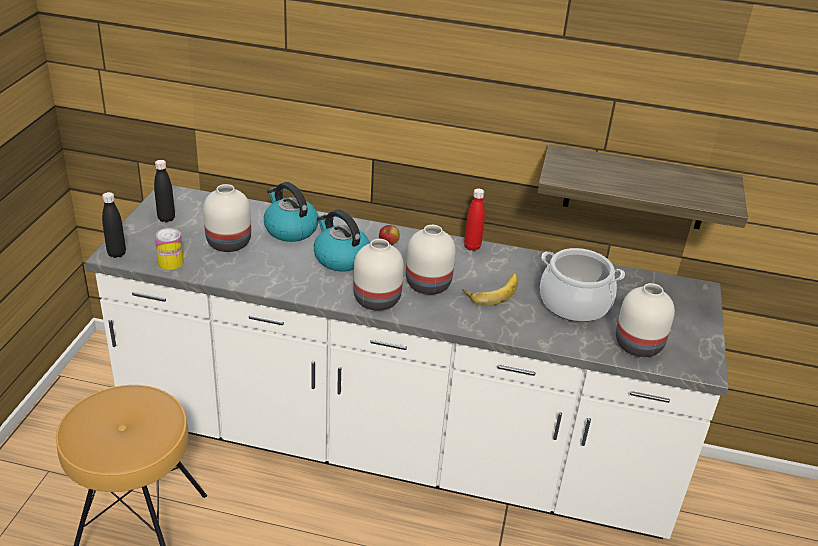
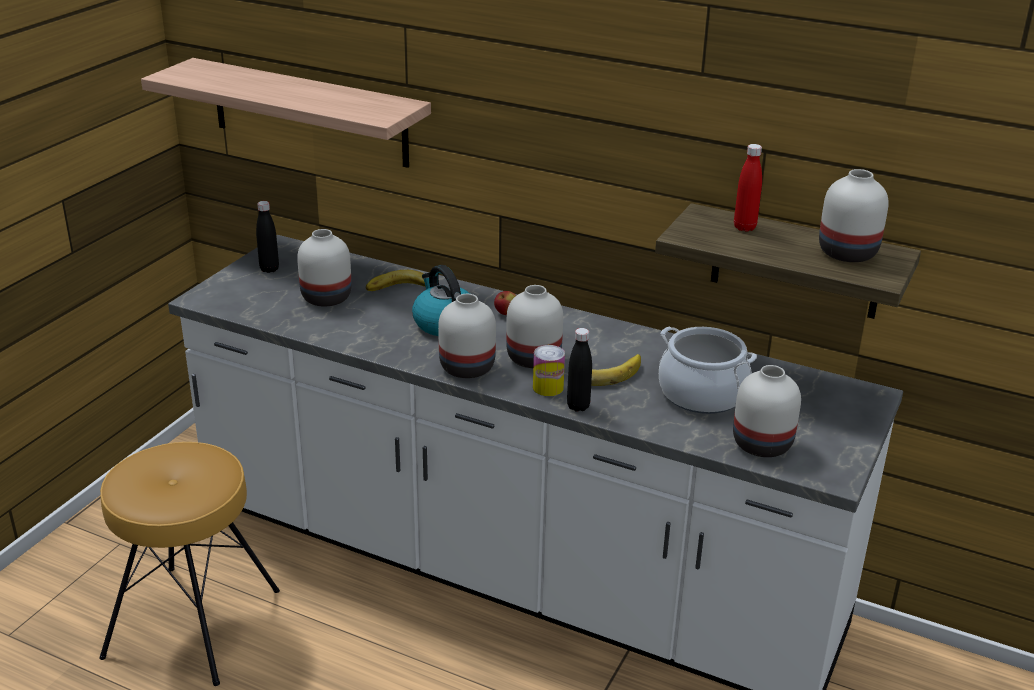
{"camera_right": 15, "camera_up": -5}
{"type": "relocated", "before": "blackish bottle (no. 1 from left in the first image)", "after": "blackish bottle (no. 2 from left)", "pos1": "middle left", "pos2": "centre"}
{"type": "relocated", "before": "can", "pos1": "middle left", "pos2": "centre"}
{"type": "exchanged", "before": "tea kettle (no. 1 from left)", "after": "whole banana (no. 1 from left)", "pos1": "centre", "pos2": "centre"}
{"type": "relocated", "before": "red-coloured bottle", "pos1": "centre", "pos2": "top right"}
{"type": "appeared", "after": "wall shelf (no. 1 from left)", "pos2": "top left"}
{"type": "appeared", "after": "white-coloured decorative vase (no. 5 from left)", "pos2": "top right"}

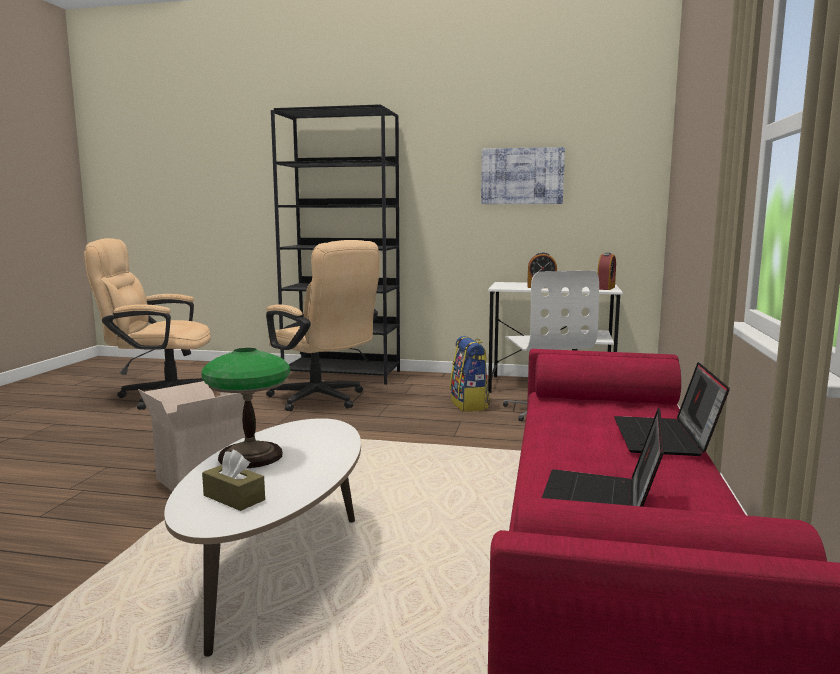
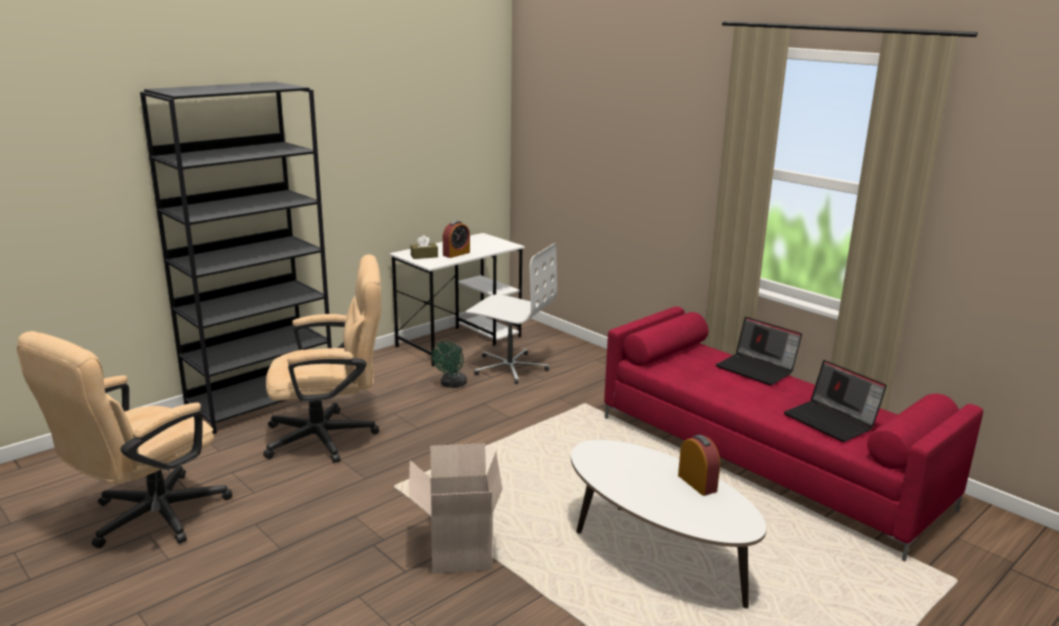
{"camera_right": -55, "camera_up": 10}
{"type": "missing", "before": "tabletop lamp", "pos1": "middle left"}
{"type": "relocated", "before": "brownish tissue holder", "pos1": "bottom left", "pos2": "centre"}
{"type": "exchanged", "before": "knapsack", "after": "green-coloured fan", "pos1": "centre", "pos2": "centre"}
{"type": "missing", "before": "picture", "pos1": "top centre"}
{"type": "relocated", "before": "bedside clock (no. 2 from left)", "pos1": "middle right", "pos2": "bottom centre"}

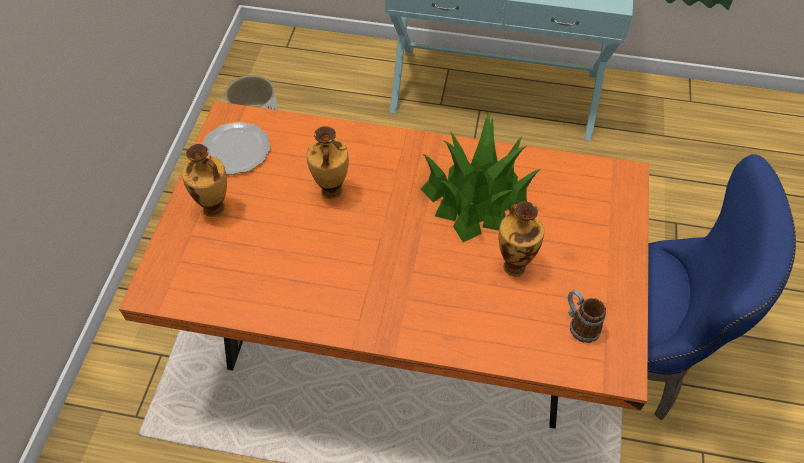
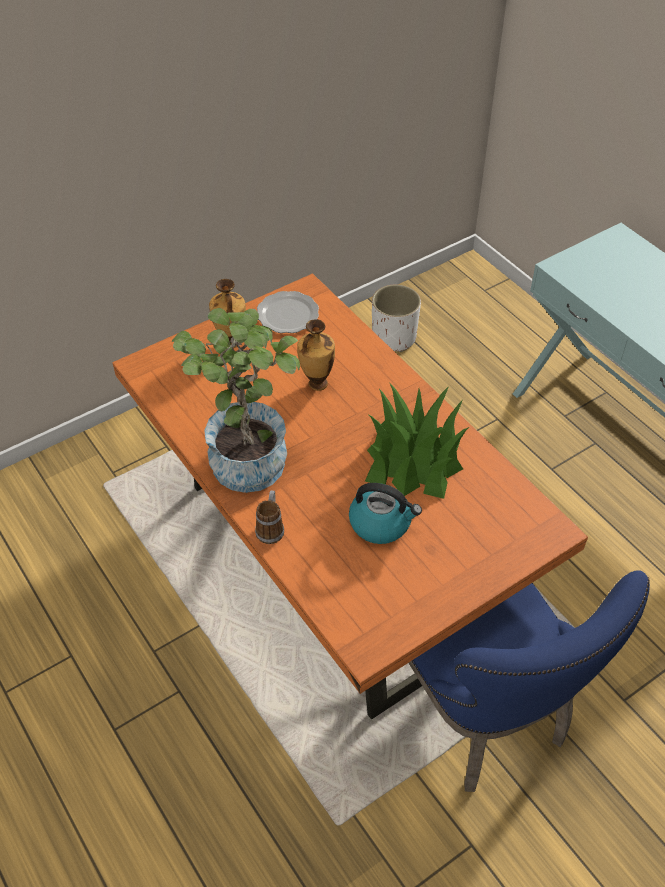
{"camera_right": 45, "camera_up": -5}
{"type": "exchanged", "before": "decorative vase (no. 3 from left)", "after": "tea kettle", "pos1": "centre", "pos2": "centre"}
{"type": "relocated", "before": "mug", "pos1": "bottom right", "pos2": "centre"}
{"type": "appeared", "after": "potted plant (no. 1 from left)", "pos2": "centre"}

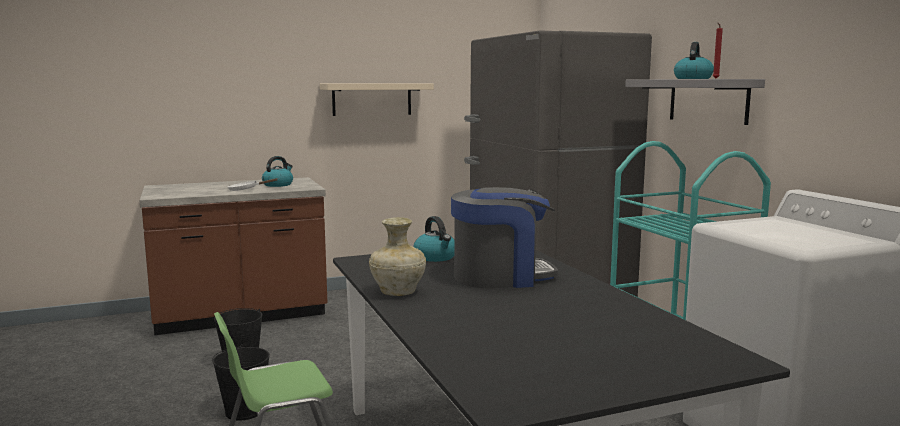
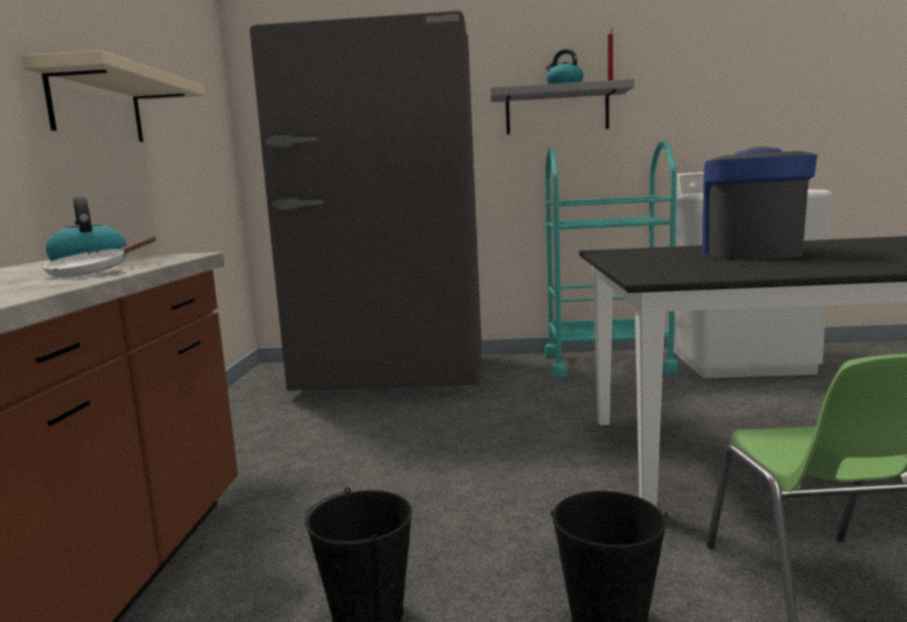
{"camera_right": -65, "camera_up": 0}
{"type": "missing", "before": "beige decorative vase", "pos1": "centre"}
{"type": "missing", "before": "tea kettle (no. 2 from left)", "pos1": "centre"}

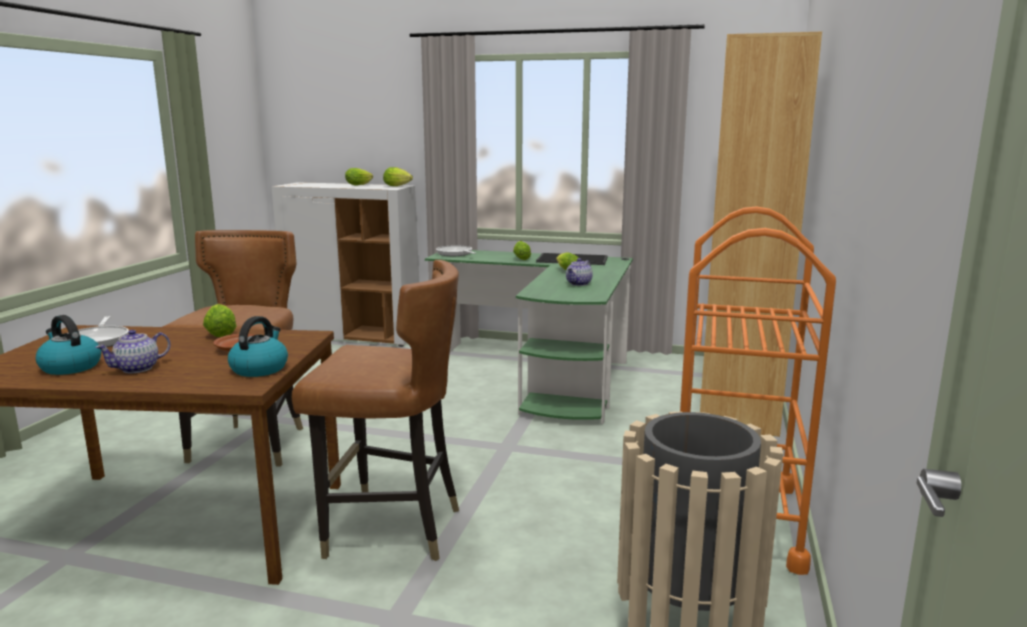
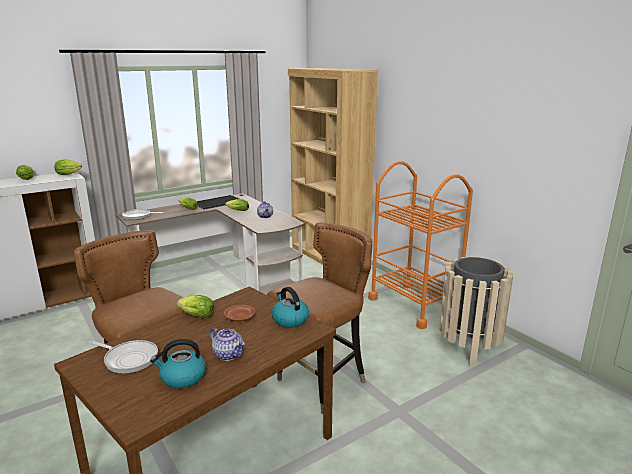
{"camera_right": -50, "camera_up": 5}
{"type": "spun", "before": "tea pot (no. 1 from left)", "pos1": "middle left", "pos2": "bottom centre", "turn": -45}
{"type": "colour", "before": "green-coloured desk table", "after": "brownish desk table", "pos1": "centre", "pos2": "middle left"}

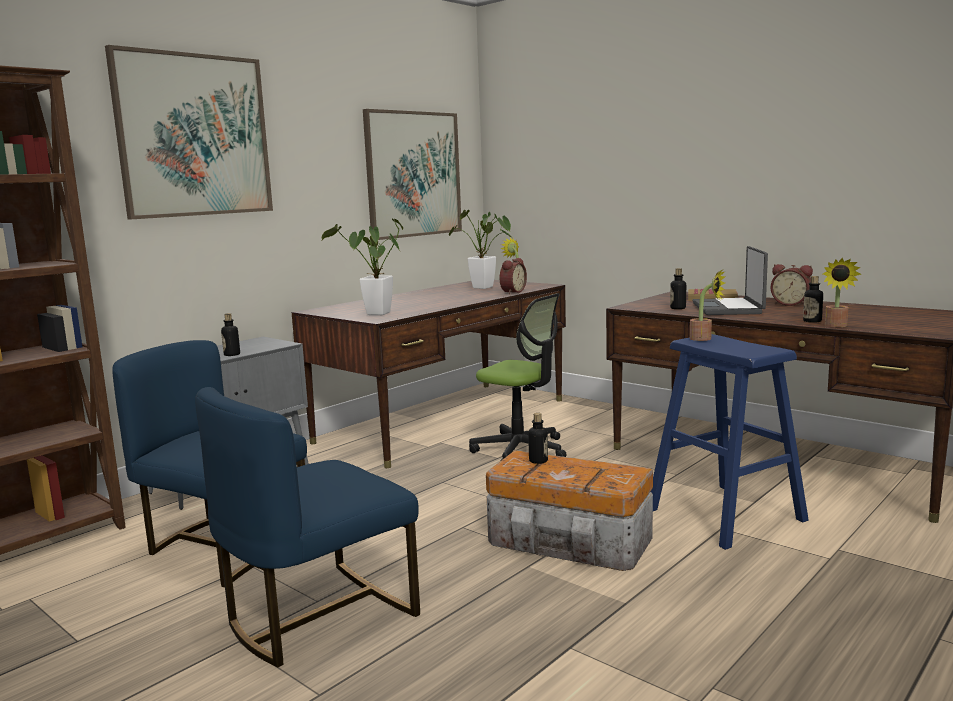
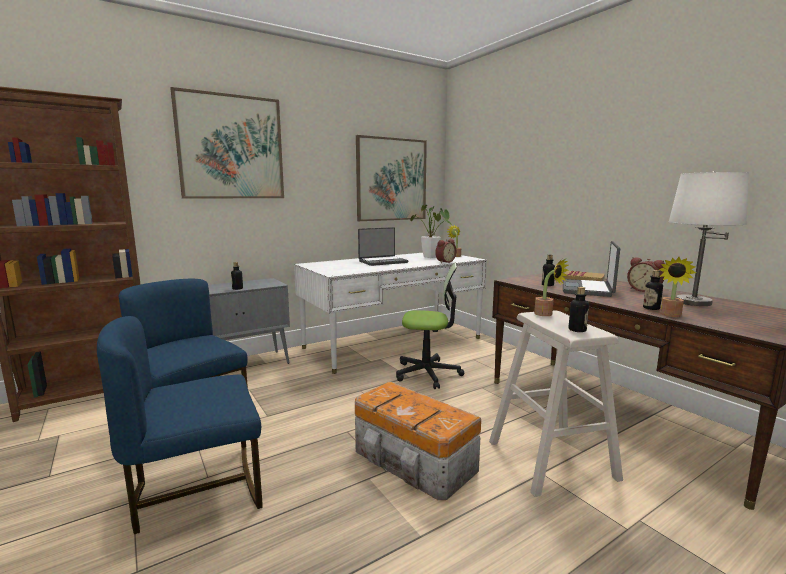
{"camera_right": 15, "camera_up": 0}
{"type": "colour", "before": "brownish desk table (no. 1 from left)", "after": "white-coloured desk table", "pos1": "centre", "pos2": "centre"}
{"type": "missing", "before": "potted plant (no. 1 from left)", "pos1": "centre"}
{"type": "spun", "before": "office chair", "pos1": "centre", "pos2": "centre", "turn": -45}
{"type": "relocated", "before": "bottle (no. 2 from left in the first image)", "after": "bottle (no. 3 from left)", "pos1": "centre", "pos2": "middle right"}
{"type": "colour", "before": "bluish sitting stool", "after": "beige sitting stool", "pos1": "middle right", "pos2": "bottom right"}
{"type": "appeared", "after": "portable computer (no. 1 from left)", "pos2": "centre"}
{"type": "appeared", "after": "white-coloured tabletop lamp", "pos2": "middle right"}

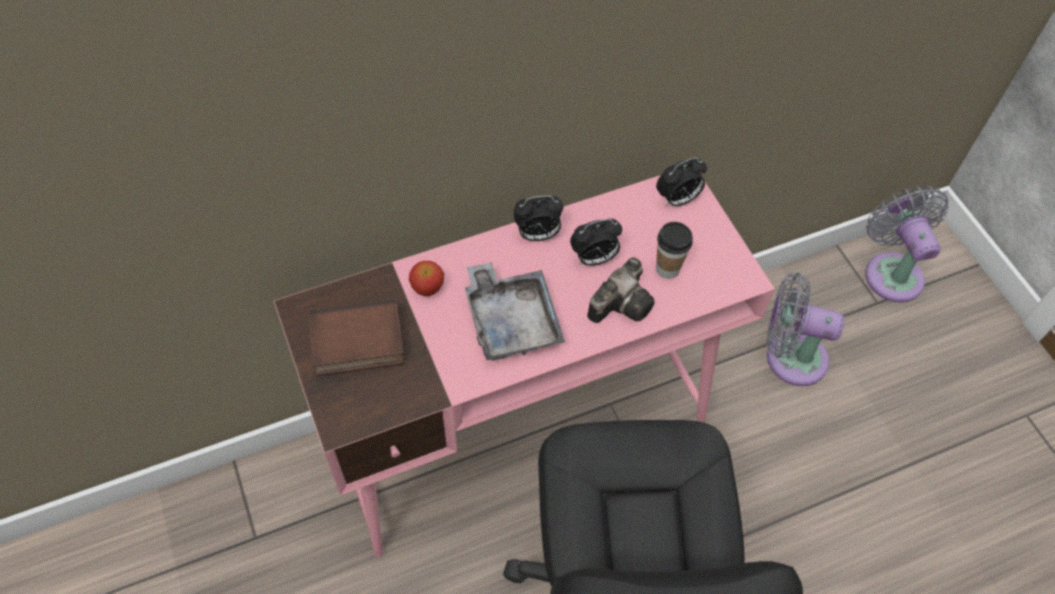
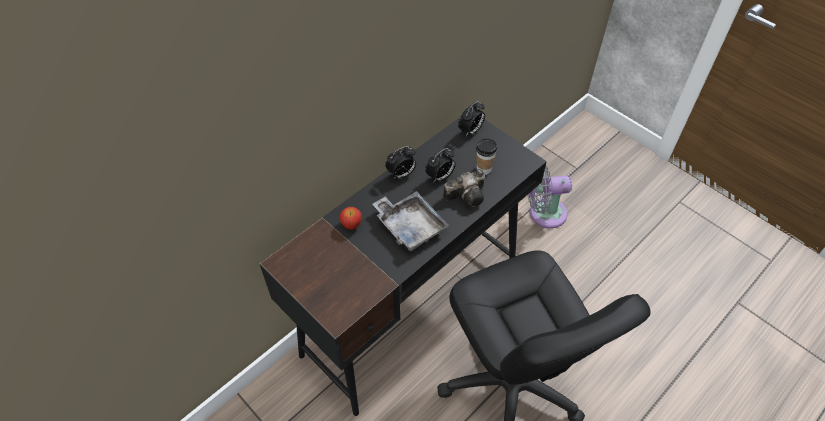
{"camera_right": -20, "camera_up": -5}
{"type": "colour", "before": "pink desk table", "after": "blackish desk table", "pos1": "centre", "pos2": "centre"}
{"type": "missing", "before": "book", "pos1": "centre"}
{"type": "spun", "before": "still camera", "pos1": "centre", "pos2": "centre", "turn": 45}
{"type": "missing", "before": "gray fan (no. 2 from left)", "pos1": "middle right"}

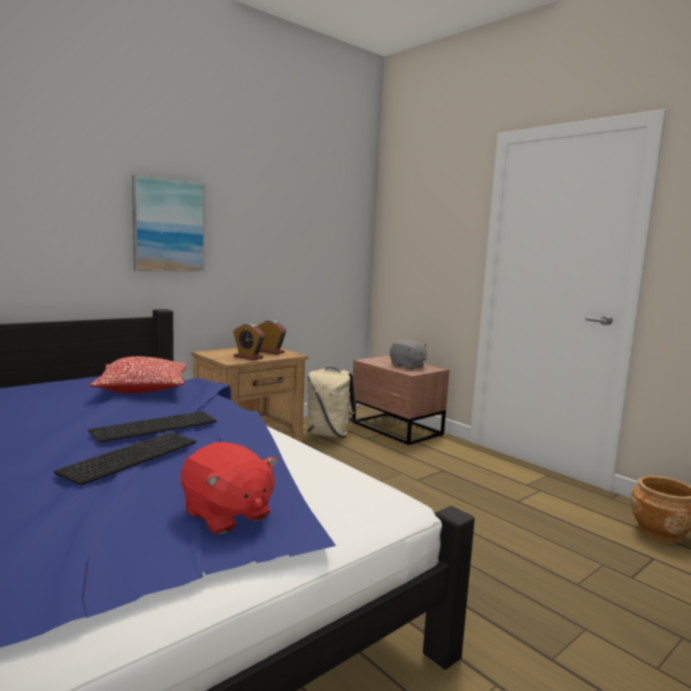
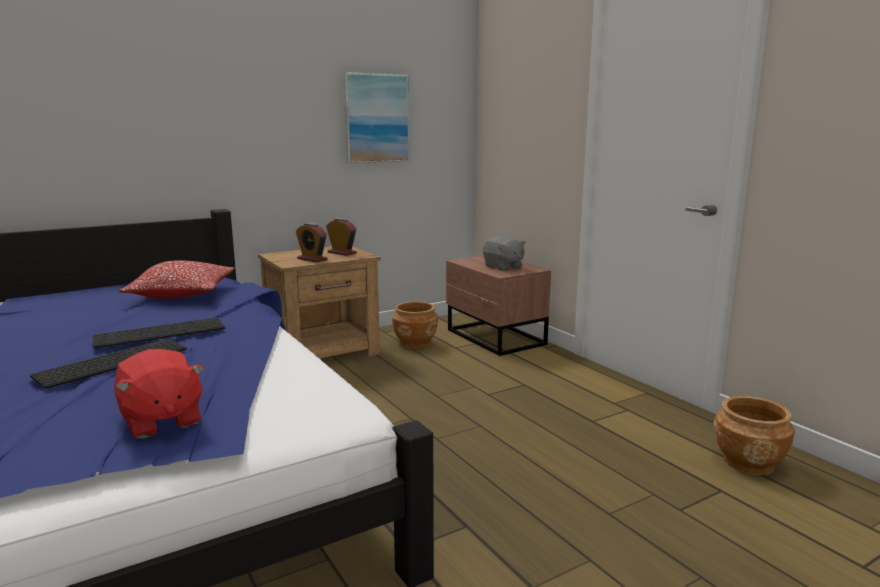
{"camera_right": 10, "camera_up": 5}
{"type": "relocated", "before": "picture", "pos1": "top left", "pos2": "top centre"}
{"type": "exchanged", "before": "beige knapsack", "after": "brownish plant pot (no. 1 from left)", "pos1": "centre", "pos2": "centre"}

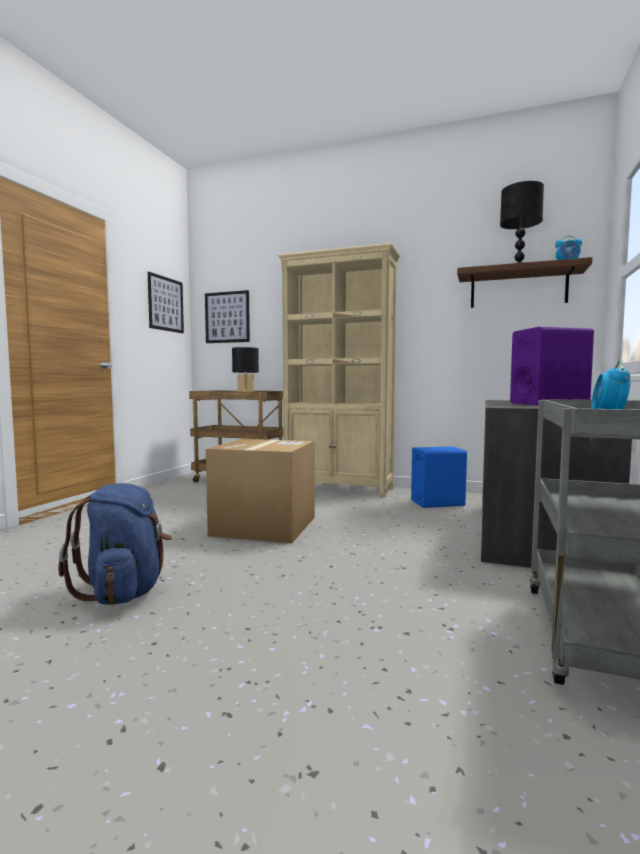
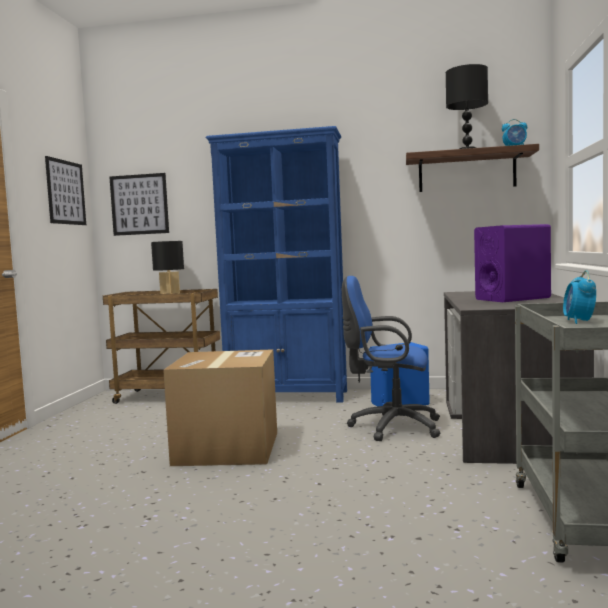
{"camera_right": -10, "camera_up": 0}
{"type": "missing", "before": "bluish knapsack", "pos1": "middle left"}
{"type": "colour", "before": "beige bookshelf", "after": "bluish bookshelf", "pos1": "centre", "pos2": "centre"}
{"type": "appeared", "after": "bluish office chair", "pos2": "centre"}

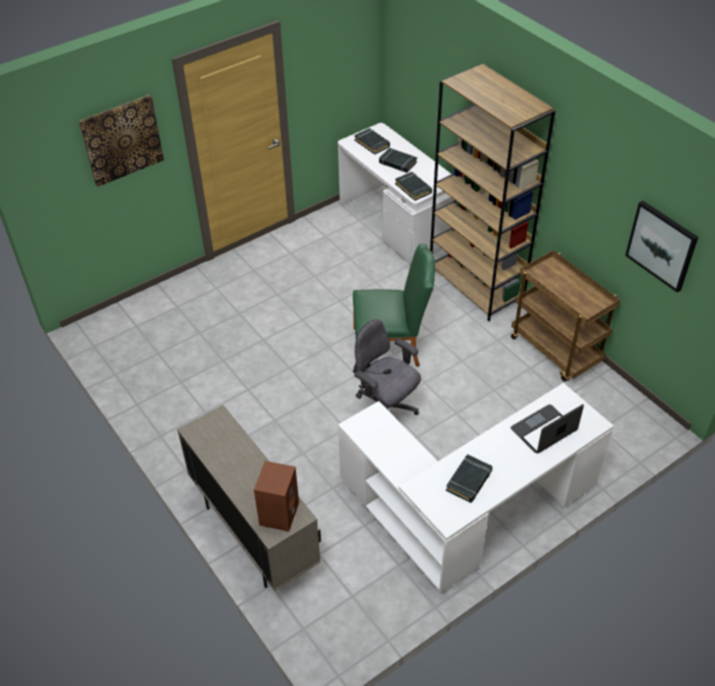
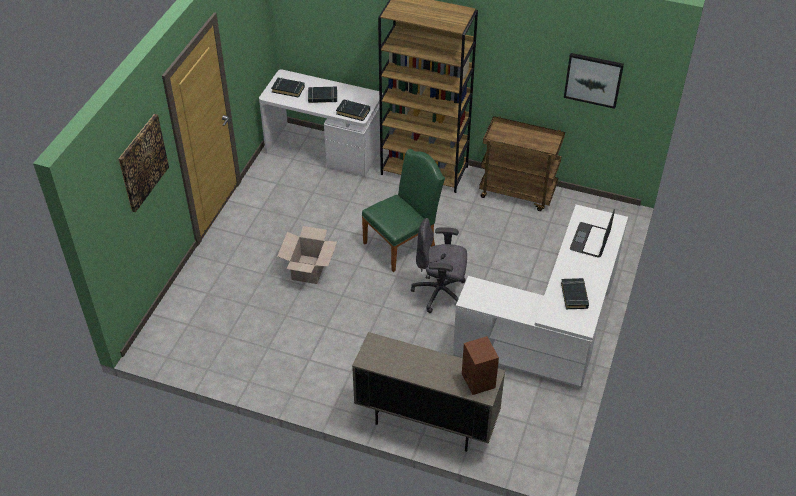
{"camera_right": -35, "camera_up": 0}
{"type": "appeared", "after": "carton", "pos2": "centre"}

